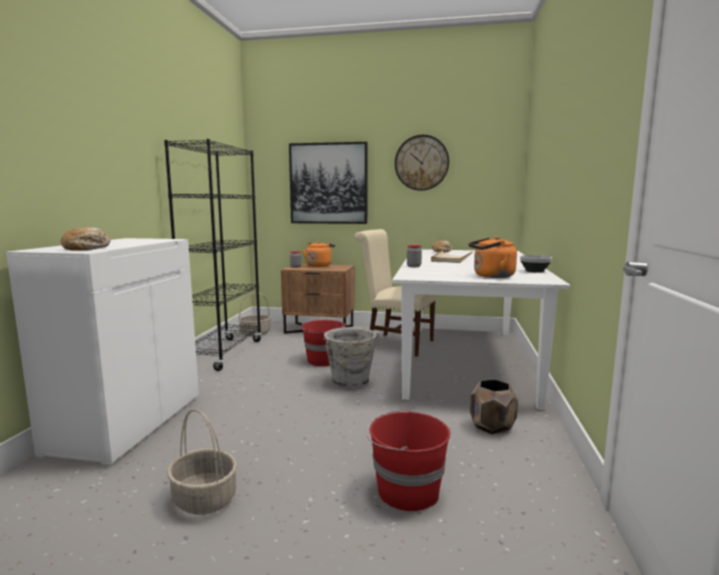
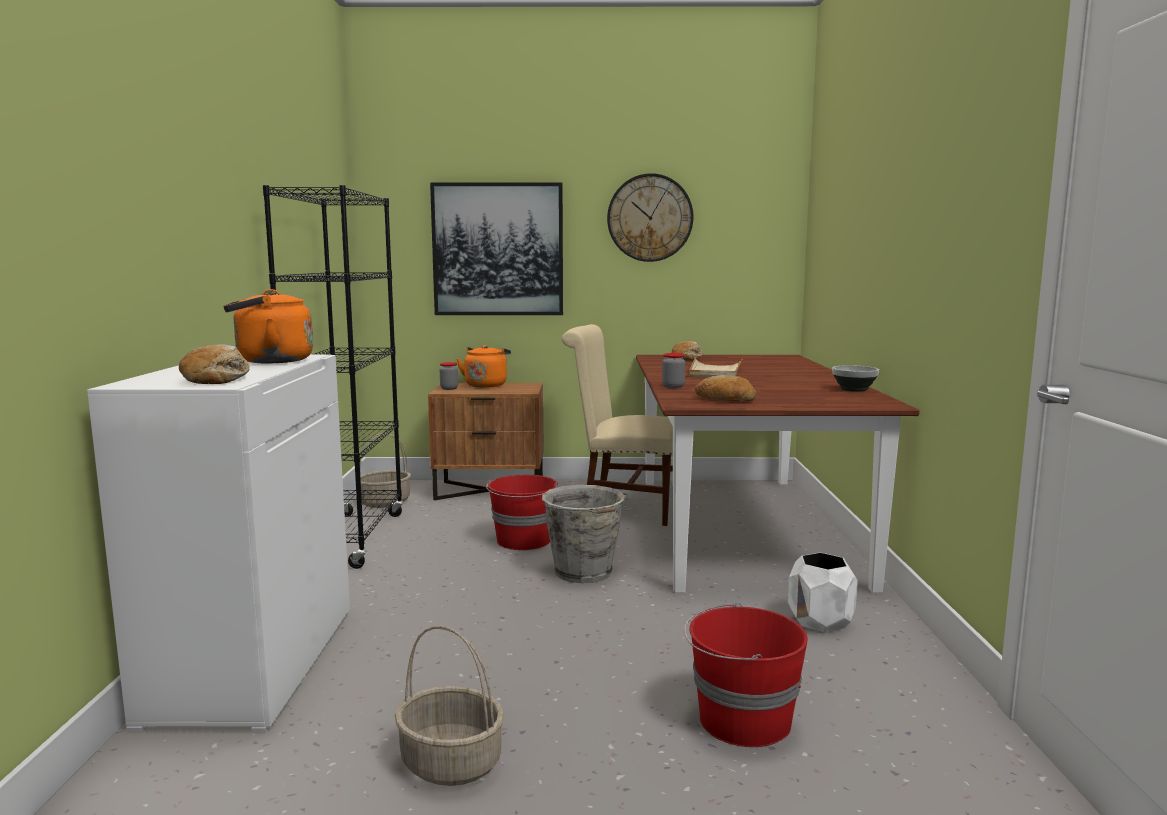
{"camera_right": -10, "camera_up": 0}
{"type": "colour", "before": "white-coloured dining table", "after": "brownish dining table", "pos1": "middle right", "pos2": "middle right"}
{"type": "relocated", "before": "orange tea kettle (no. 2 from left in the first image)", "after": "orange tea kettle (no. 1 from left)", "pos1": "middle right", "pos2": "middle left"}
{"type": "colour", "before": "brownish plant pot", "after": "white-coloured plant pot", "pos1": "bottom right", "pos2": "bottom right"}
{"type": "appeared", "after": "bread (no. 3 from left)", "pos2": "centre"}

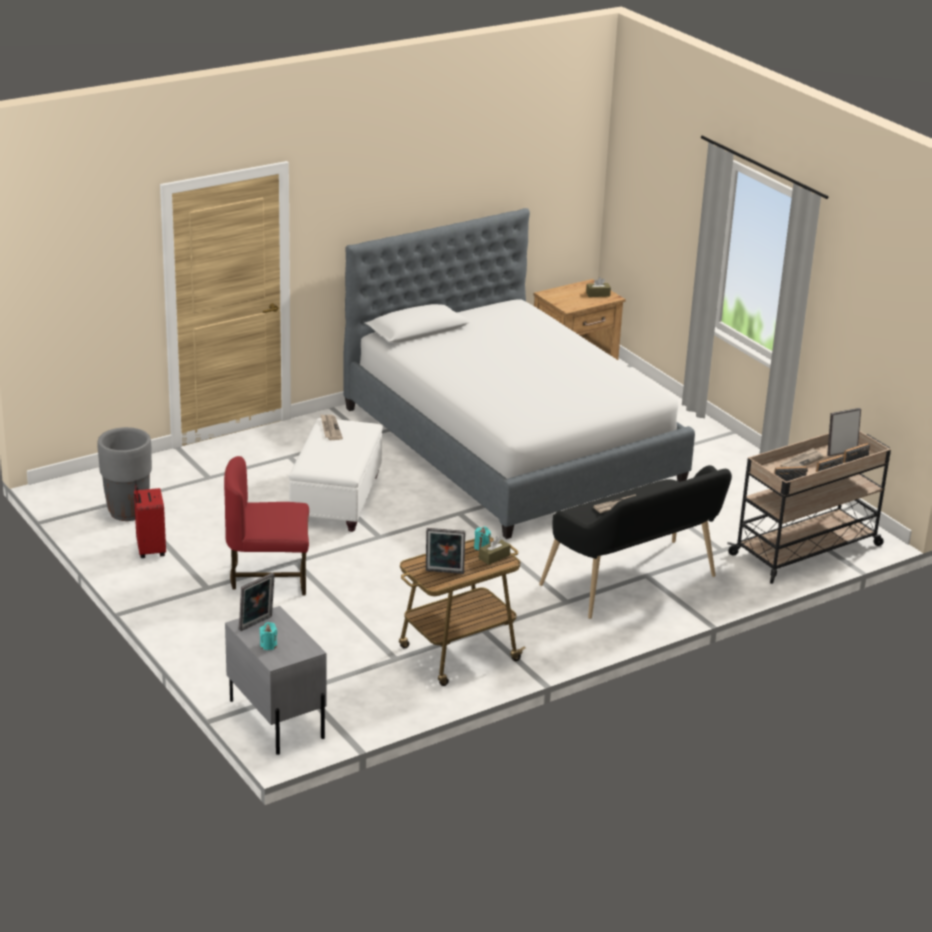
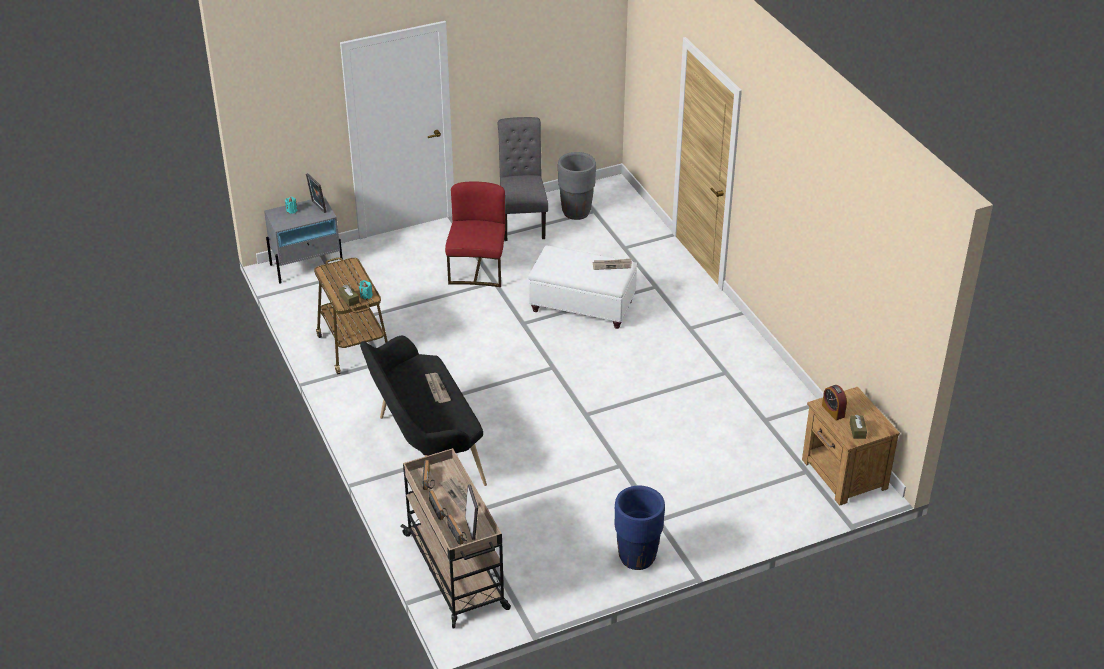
{"camera_right": 100, "camera_up": 10}
{"type": "exchanged", "before": "red-coloured travel case", "after": "gray upright chair", "pos1": "middle left", "pos2": "top centre"}
{"type": "missing", "before": "bedroom bed", "pos1": "centre"}
{"type": "missing", "before": "picture frame (no. 2 from left)", "pos1": "centre"}
{"type": "appeared", "after": "bluish plant pot", "pos2": "bottom centre"}
{"type": "appeared", "after": "bedside clock", "pos2": "middle right"}

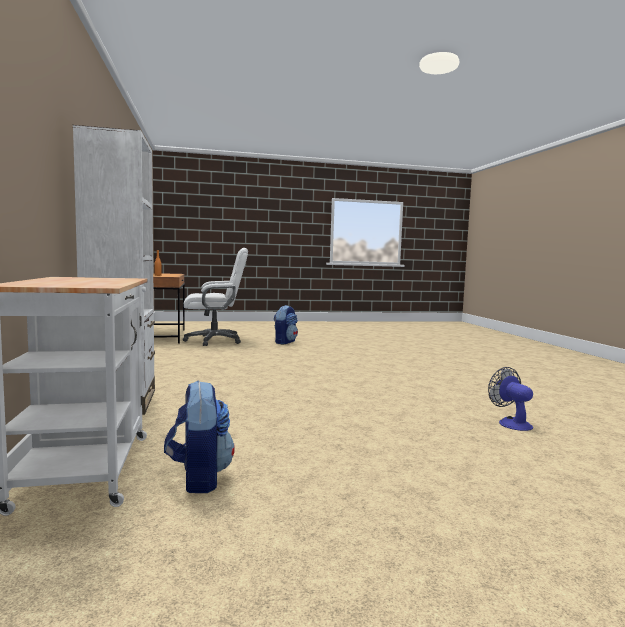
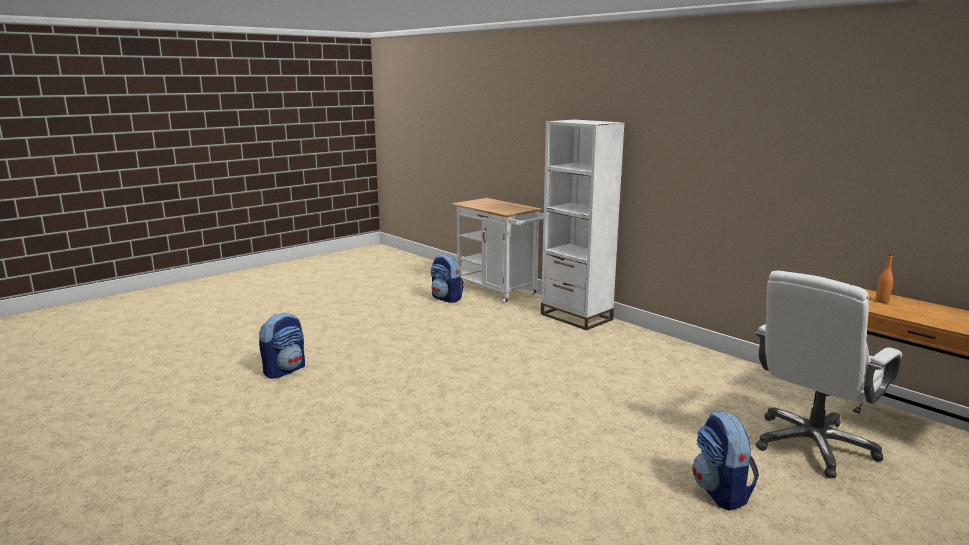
{"camera_right": 150, "camera_up": 10}
{"type": "exchanged", "before": "fan", "after": "knapsack (no. 1 from left)", "pos1": "middle right", "pos2": "middle left"}

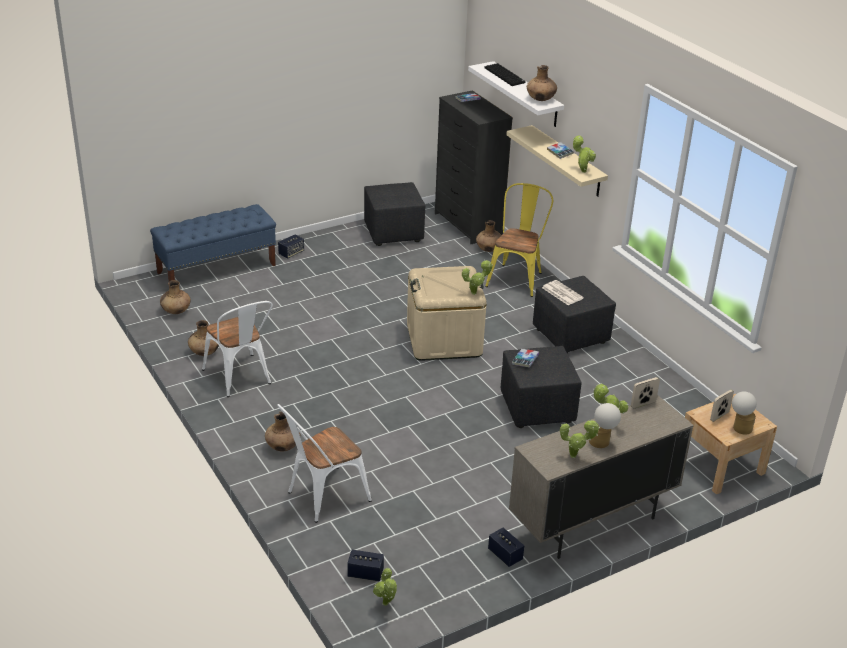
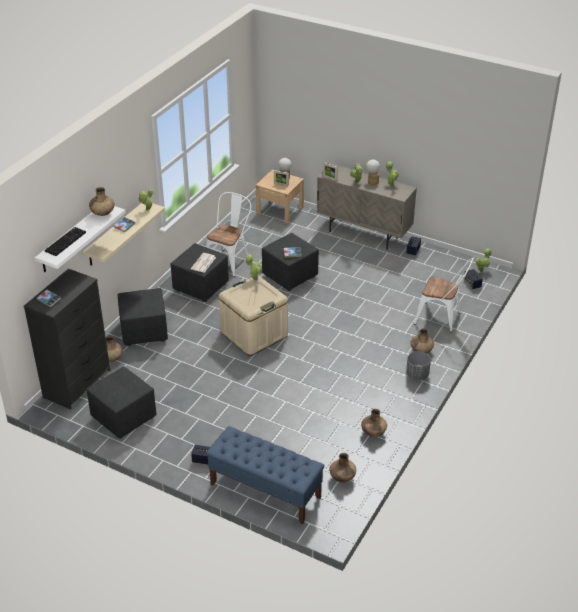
{"camera_right": -120, "camera_up": 5}
{"type": "relocated", "before": "white-coloured upright chair (no. 1 from left)", "pos1": "middle left", "pos2": "centre"}
{"type": "exchanged", "before": "yellow-coloured upright chair", "after": "blackish footrest (no. 2 from left)", "pos1": "centre", "pos2": "middle left"}
{"type": "appeared", "after": "gray plant pot", "pos2": "middle right"}

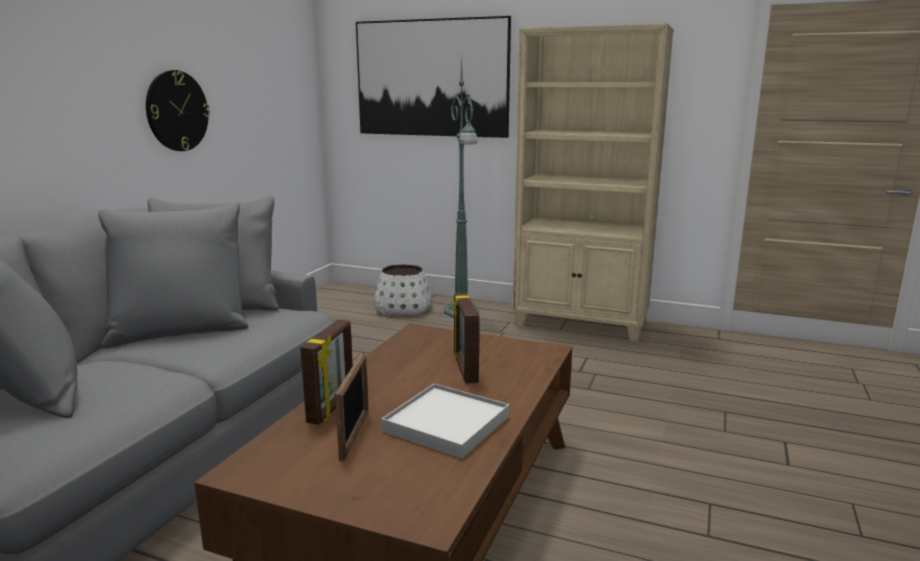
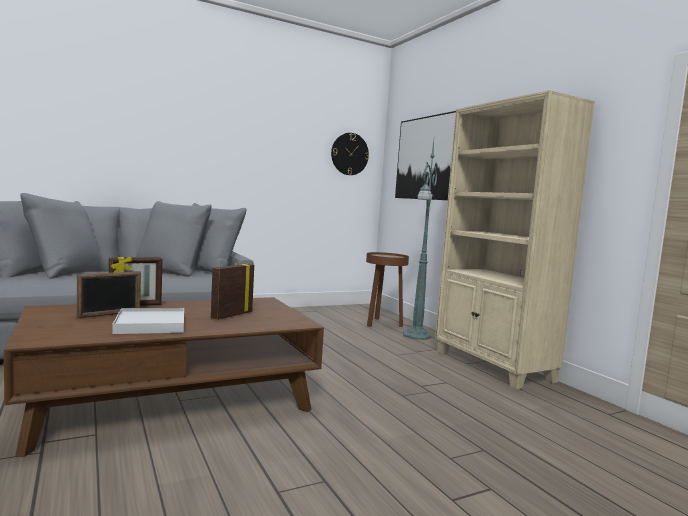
{"camera_right": 40, "camera_up": -10}
{"type": "relocated", "before": "clock on the wall", "pos1": "top left", "pos2": "top centre"}
{"type": "exchanged", "before": "white-coloured plant pot", "after": "brownish side table", "pos1": "centre", "pos2": "centre"}

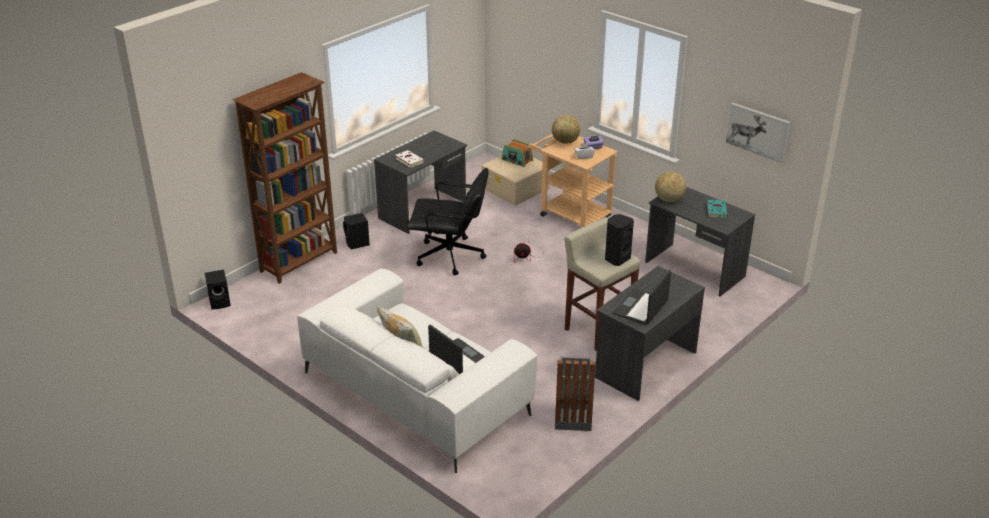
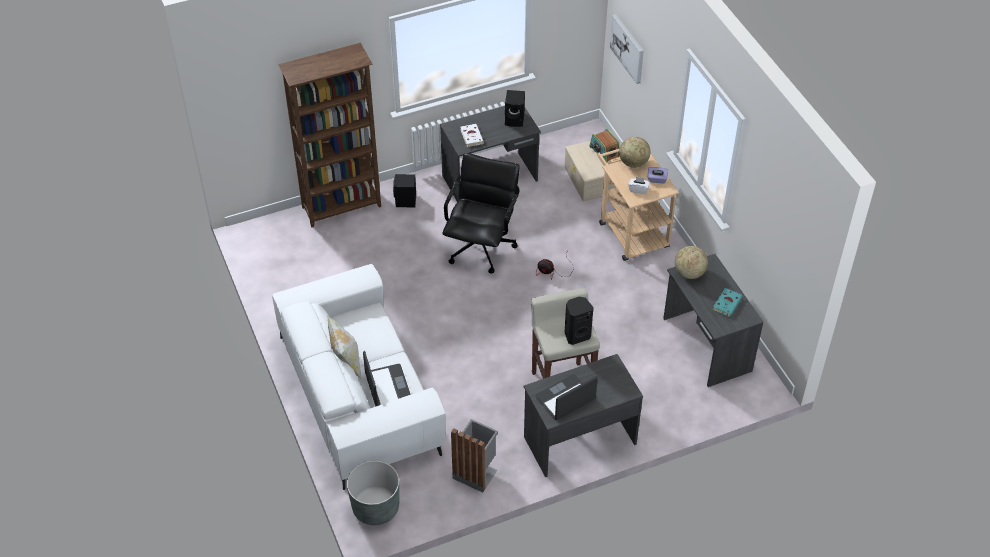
{"camera_right": 25, "camera_up": 15}
{"type": "relocated", "before": "blackish loudspeaker (no. 1 from left in the first image)", "after": "blackish loudspeaker (no. 2 from left)", "pos1": "middle left", "pos2": "top centre"}
{"type": "spun", "before": "blackish office chair", "pos1": "centre", "pos2": "centre", "turn": -105}
{"type": "relocated", "before": "picture", "pos1": "top right", "pos2": "top centre"}
{"type": "appeared", "after": "gray plant pot", "pos2": "bottom centre"}

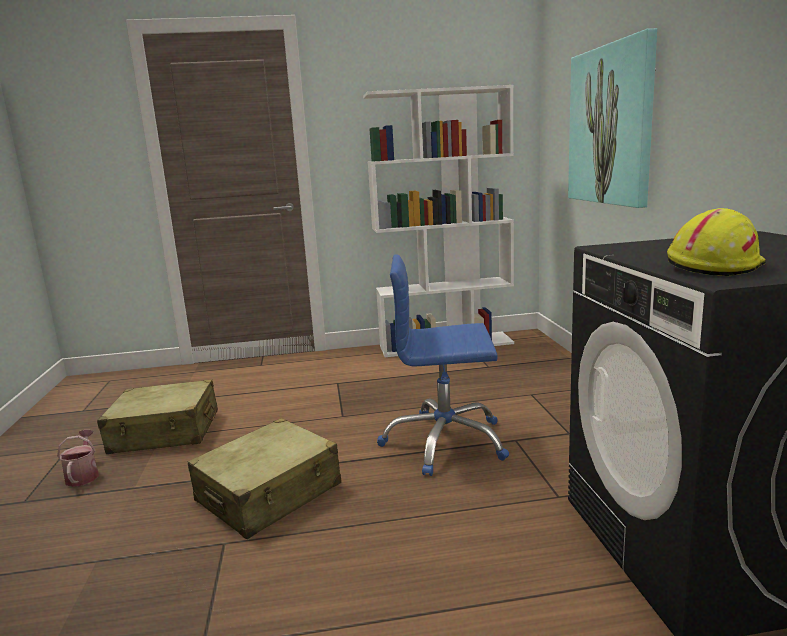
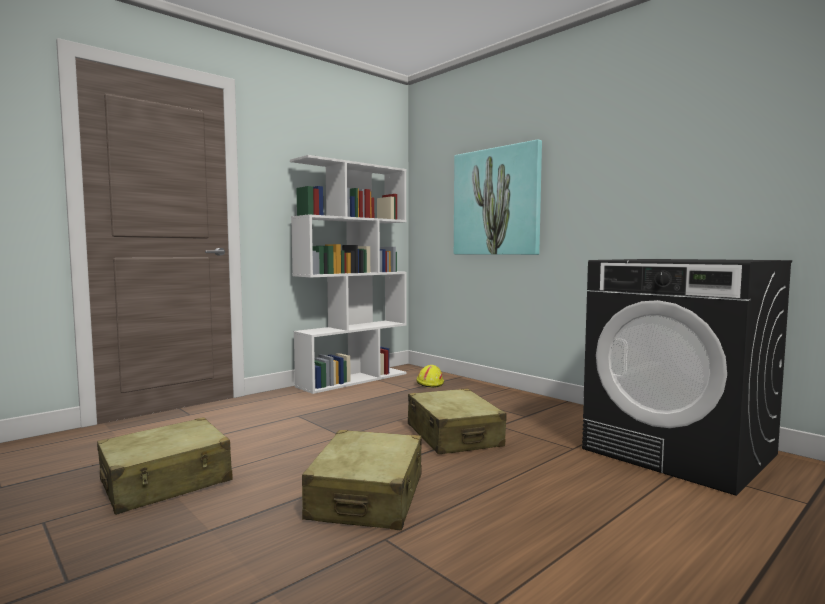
{"camera_right": -35, "camera_up": -10}
{"type": "missing", "before": "sprinkling can", "pos1": "bottom left"}
{"type": "exchanged", "before": "bluish office chair", "after": "beige travel case (no. 3 from left)", "pos1": "centre", "pos2": "bottom centre"}
{"type": "relocated", "before": "yellow-coloured safety helmet", "pos1": "middle right", "pos2": "centre"}

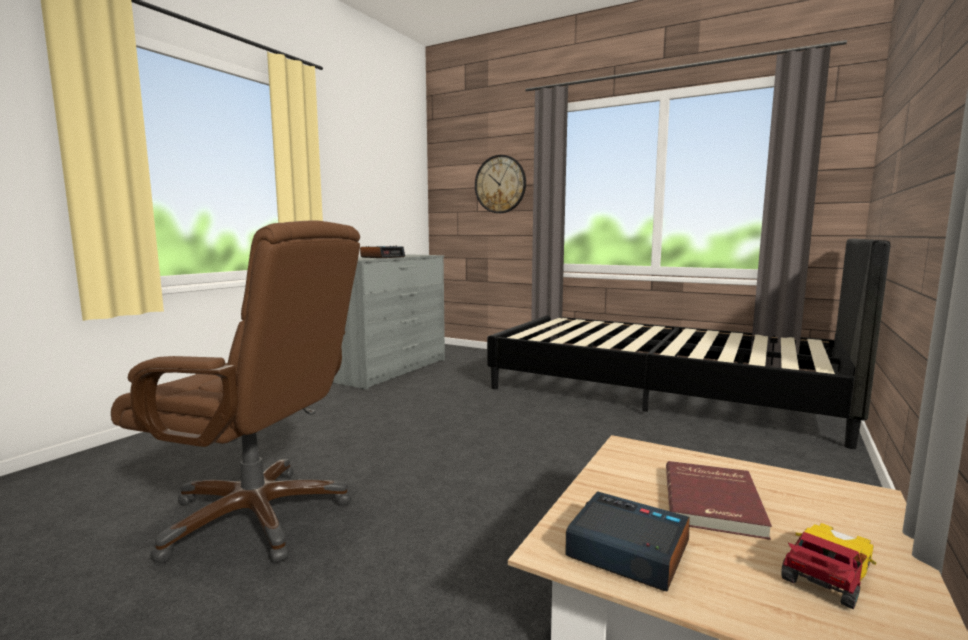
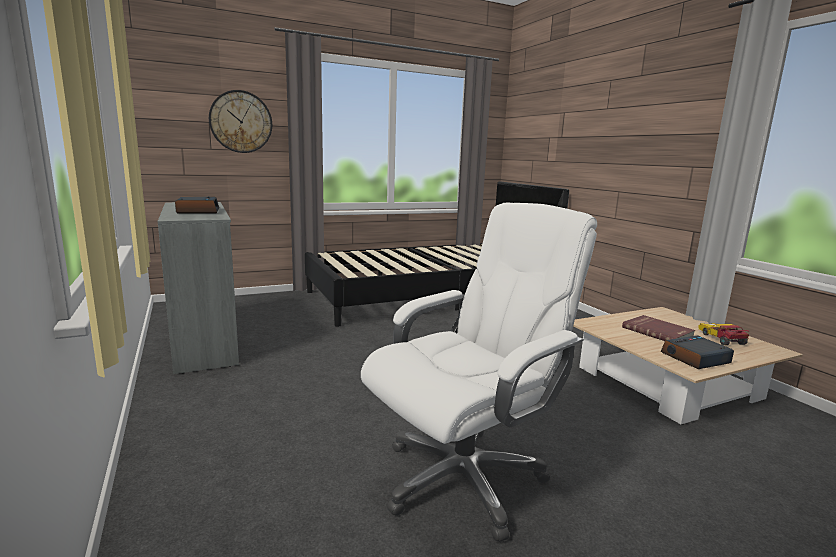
{"camera_right": -55, "camera_up": 5}
{"type": "colour", "before": "brownish office chair", "after": "white-coloured office chair", "pos1": "middle left", "pos2": "bottom centre"}

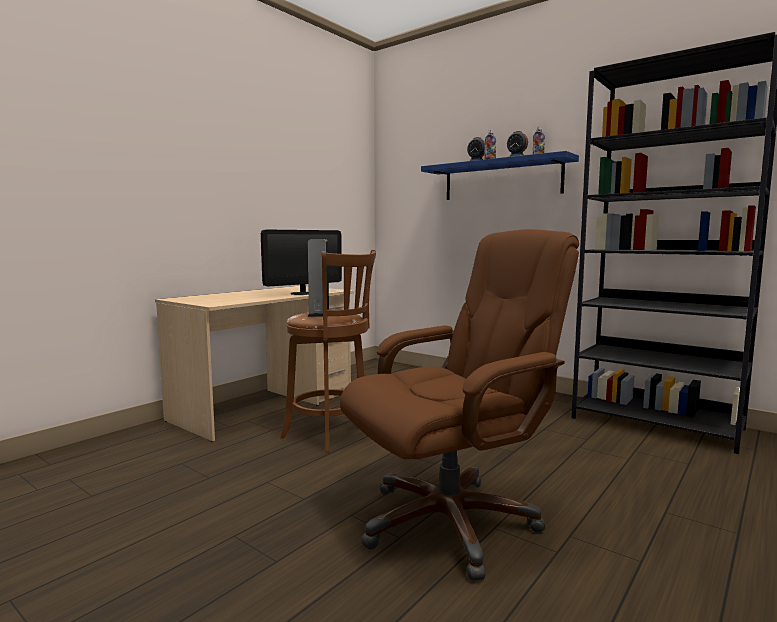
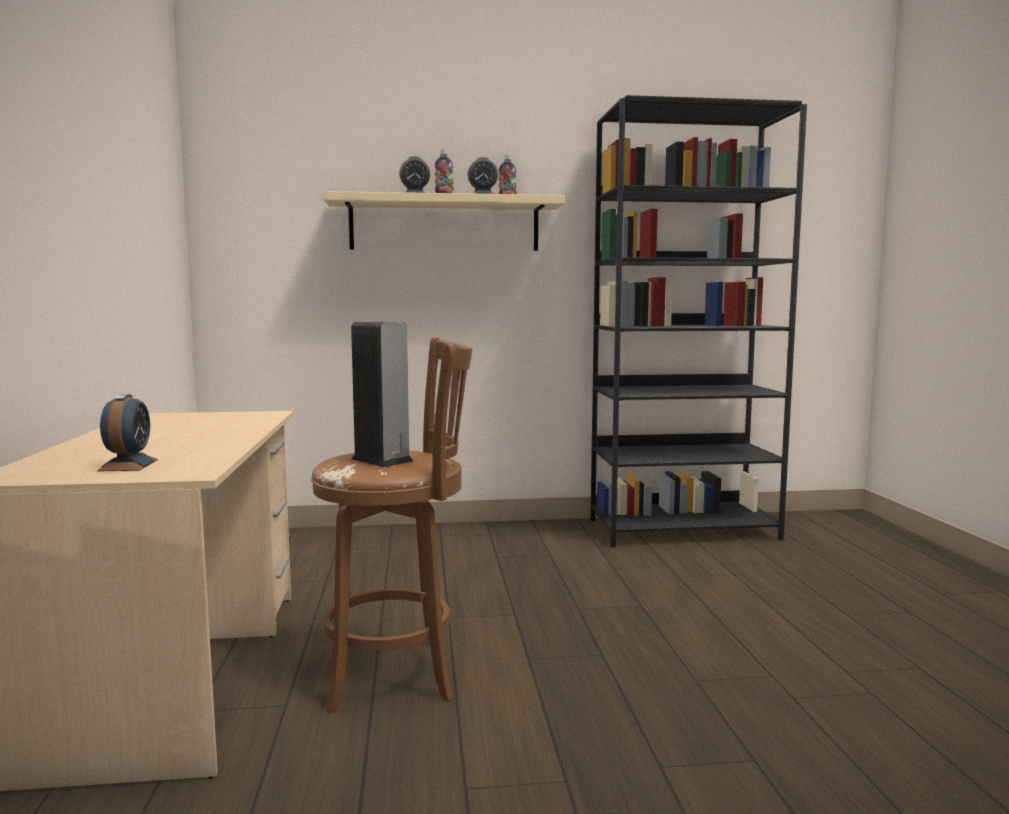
{"camera_right": -45, "camera_up": 0}
{"type": "missing", "before": "computer screen", "pos1": "centre"}
{"type": "missing", "before": "brownish office chair", "pos1": "centre"}
{"type": "colour", "before": "bluish wall shelf", "after": "beige wall shelf", "pos1": "top centre", "pos2": "top centre"}
{"type": "appeared", "after": "bedside clock (no. 1 from left)", "pos2": "middle left"}

